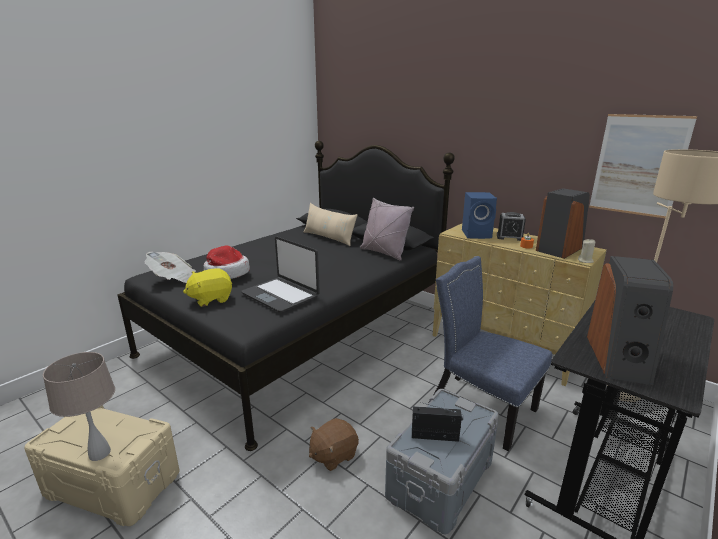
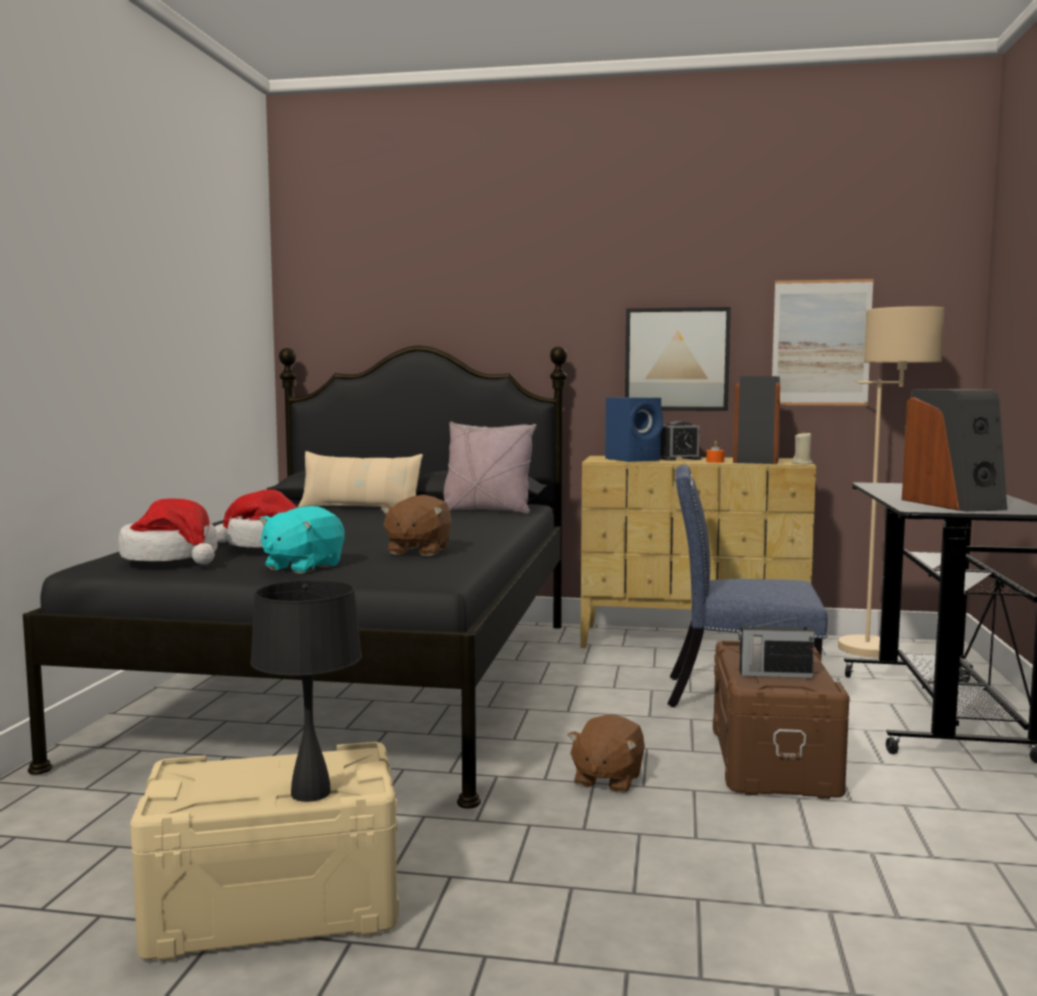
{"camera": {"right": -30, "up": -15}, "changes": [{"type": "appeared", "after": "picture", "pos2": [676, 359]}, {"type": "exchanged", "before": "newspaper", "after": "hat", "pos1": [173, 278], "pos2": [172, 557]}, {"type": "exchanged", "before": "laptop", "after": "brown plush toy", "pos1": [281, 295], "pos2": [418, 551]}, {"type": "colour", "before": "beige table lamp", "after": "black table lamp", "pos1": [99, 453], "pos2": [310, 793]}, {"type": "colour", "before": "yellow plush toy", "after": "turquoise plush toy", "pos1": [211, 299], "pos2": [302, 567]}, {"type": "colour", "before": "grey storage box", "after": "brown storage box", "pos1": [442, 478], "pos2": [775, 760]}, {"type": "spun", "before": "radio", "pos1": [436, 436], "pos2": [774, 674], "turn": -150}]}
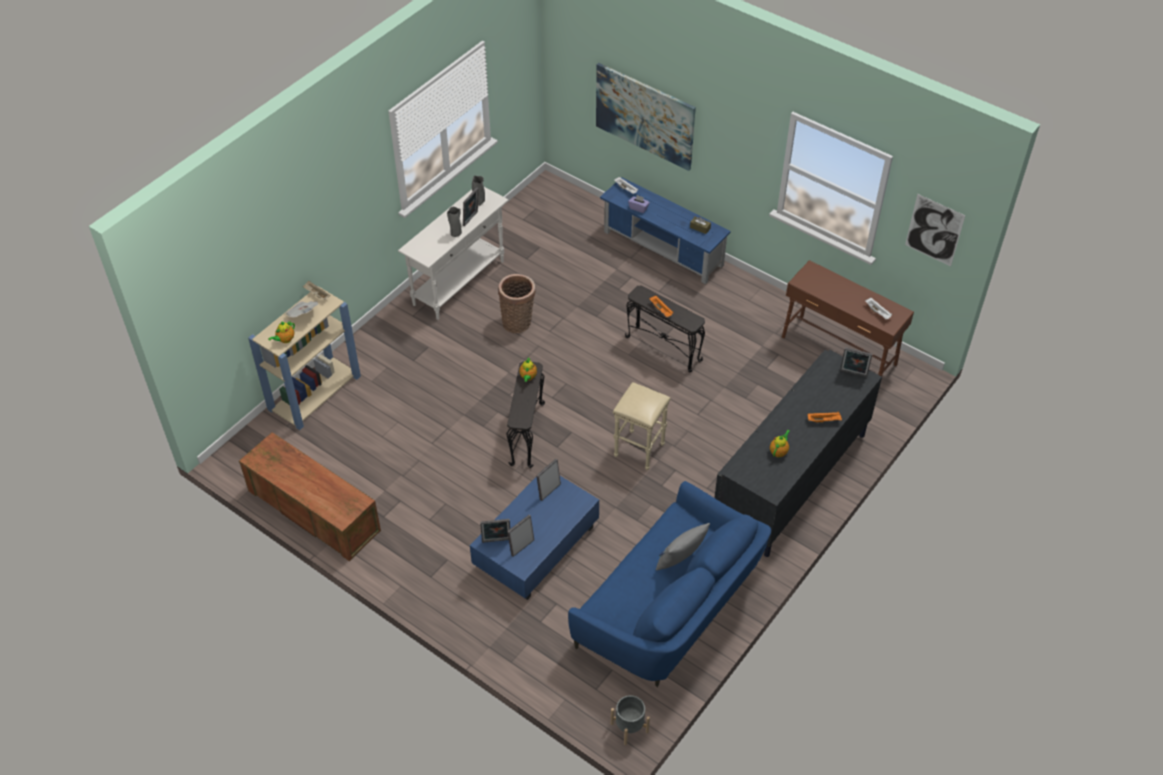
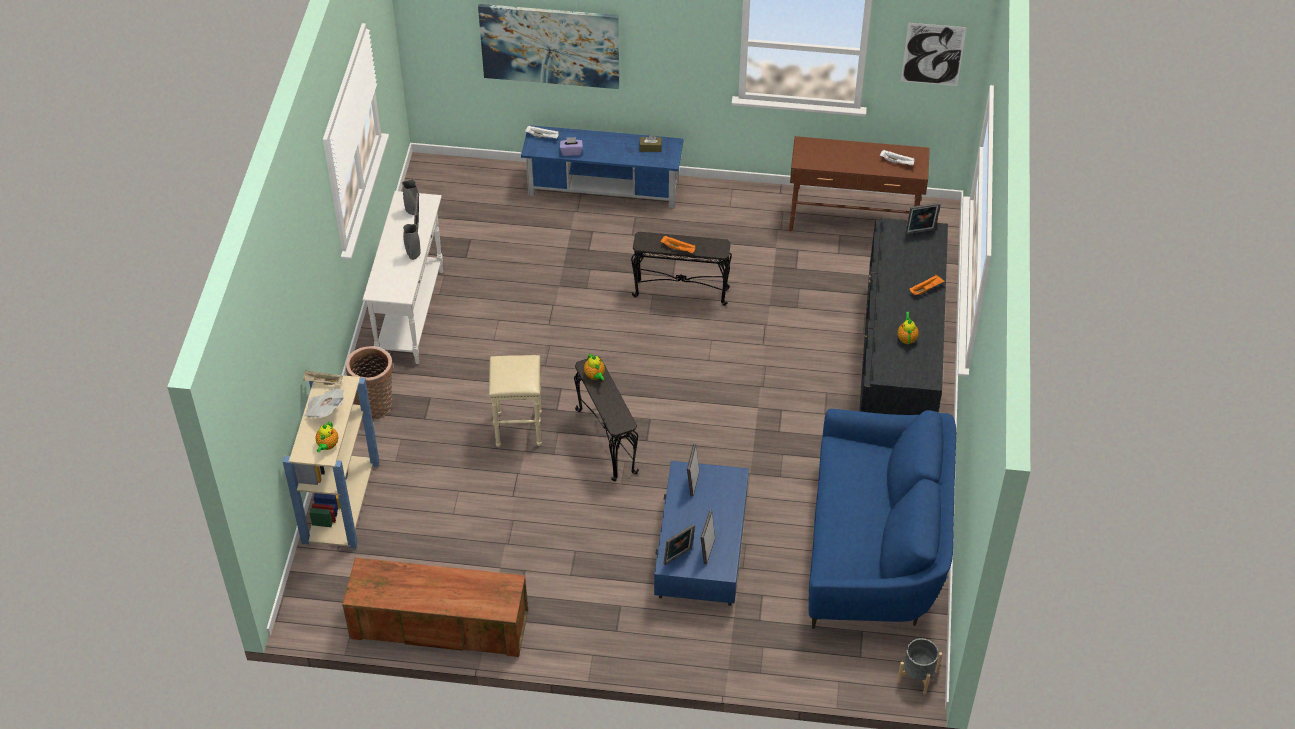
{"camera": {"right": -30, "up": 0}, "changes": [{"type": "missing", "before": "grey pillow", "pos1": [681, 561]}, {"type": "relocated", "before": "basket", "pos1": [518, 322], "pos2": [375, 403]}, {"type": "relocated", "before": "beige stool", "pos1": [639, 449], "pos2": [517, 428]}]}
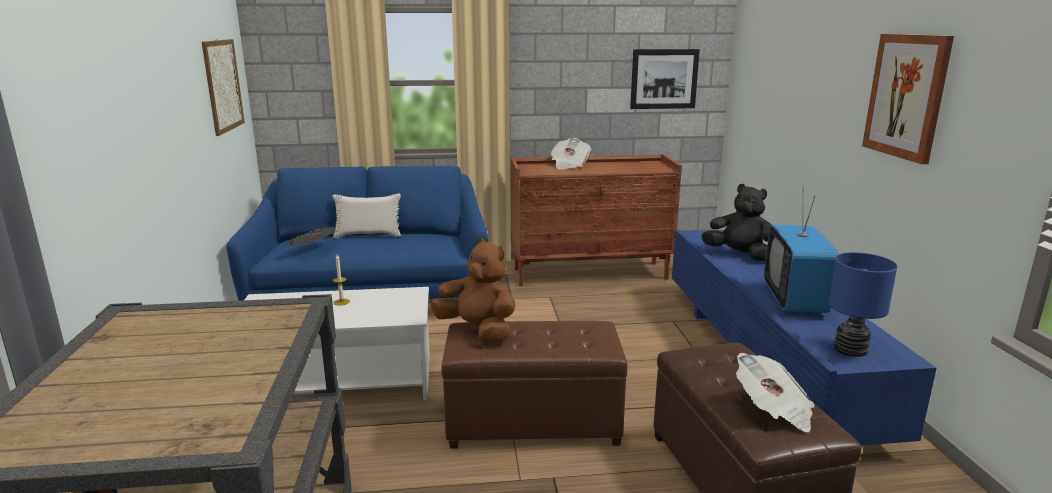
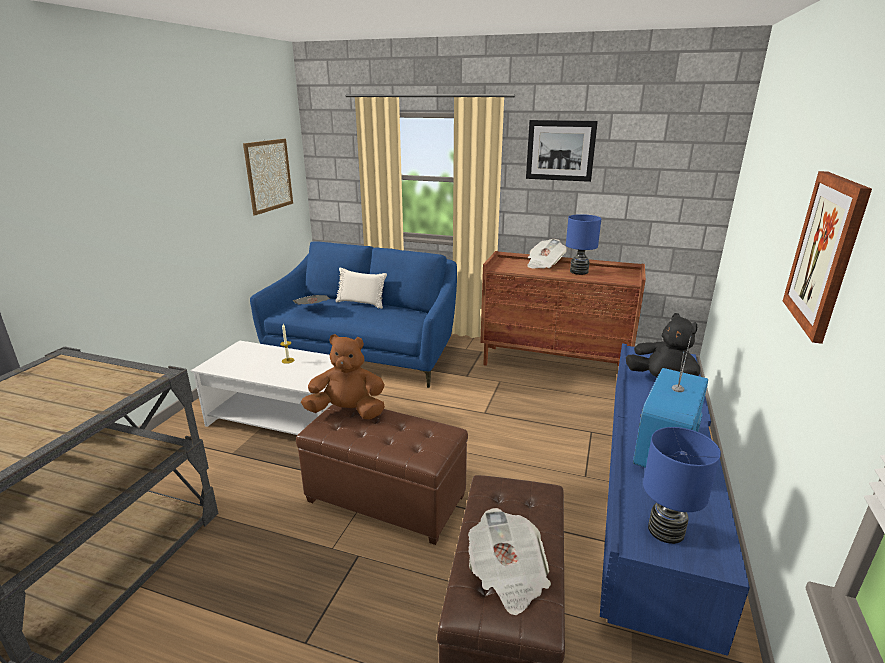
{"camera": {"right": 25, "up": 5}, "changes": [{"type": "appeared", "after": "blue table lamp", "pos2": [579, 272]}, {"type": "relocated", "before": "picture", "pos1": [664, 79], "pos2": [560, 150]}, {"type": "spun", "before": "brown plush toy", "pos1": [478, 331], "pos2": [347, 412], "turn": -60}]}
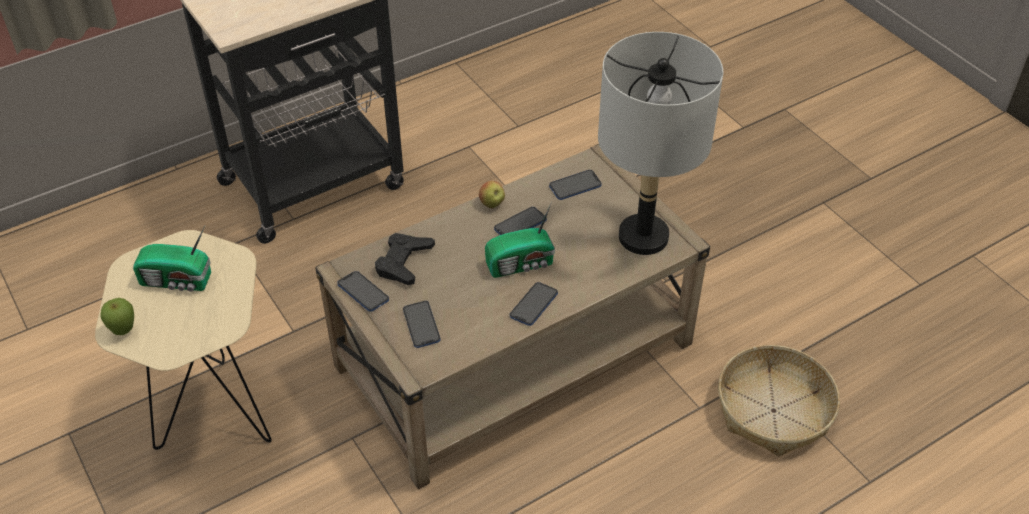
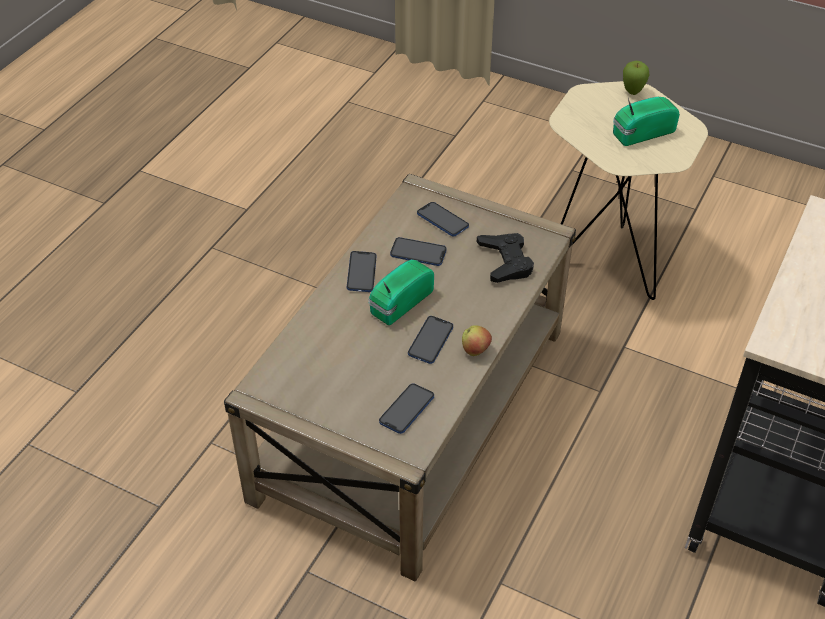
{"camera": {"right": 150, "up": 0}, "changes": [{"type": "missing", "before": "grey table lamp", "pos1": [643, 236]}, {"type": "missing", "before": "basket", "pos1": [774, 410]}, {"type": "relocated", "before": "phone", "pos1": [363, 292], "pos2": [418, 253]}]}
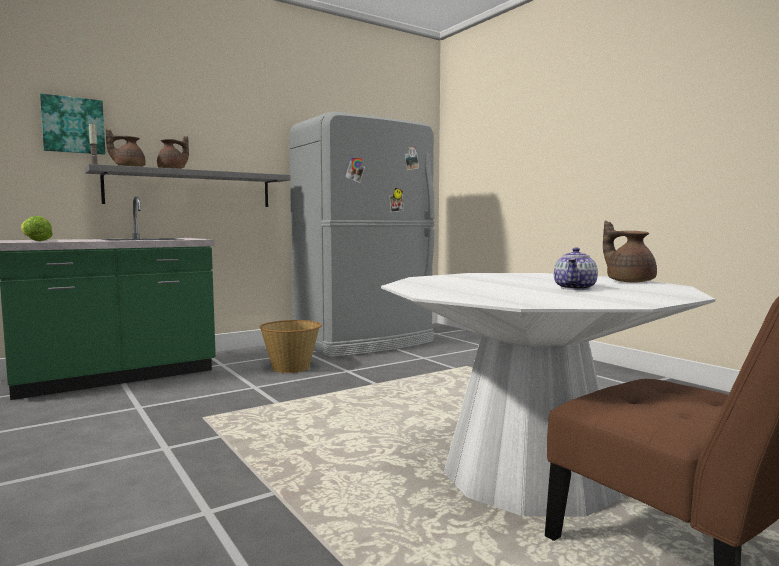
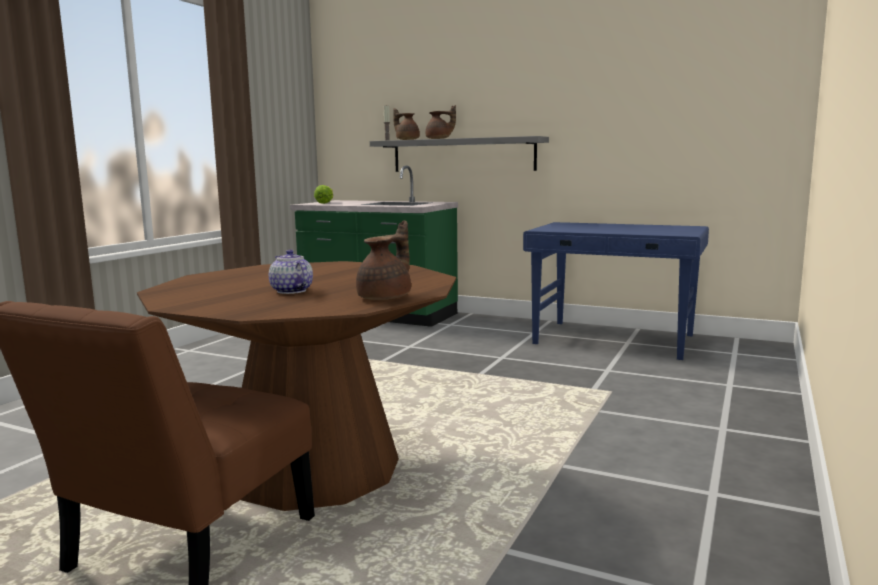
{"camera": {"right": 60, "up": 5}, "changes": [{"type": "missing", "before": "picture", "pos1": [73, 125]}, {"type": "missing", "before": "basket", "pos1": [291, 368]}, {"type": "exchanged", "before": "grey fridge", "after": "blue desk", "pos1": [365, 343], "pos2": [614, 340]}, {"type": "colour", "before": "white dining table", "after": "brown dining table", "pos1": [530, 474], "pos2": [313, 468]}, {"type": "spun", "before": "teapot", "pos1": [575, 288], "pos2": [291, 291], "turn": 60}]}
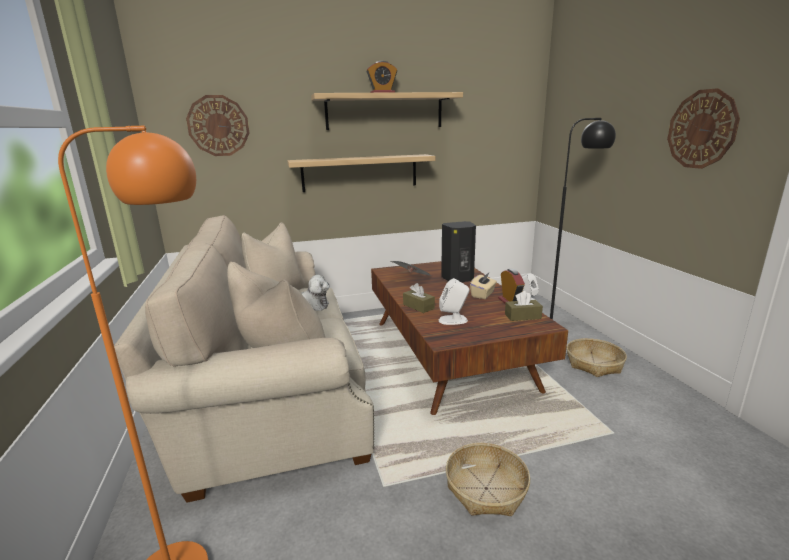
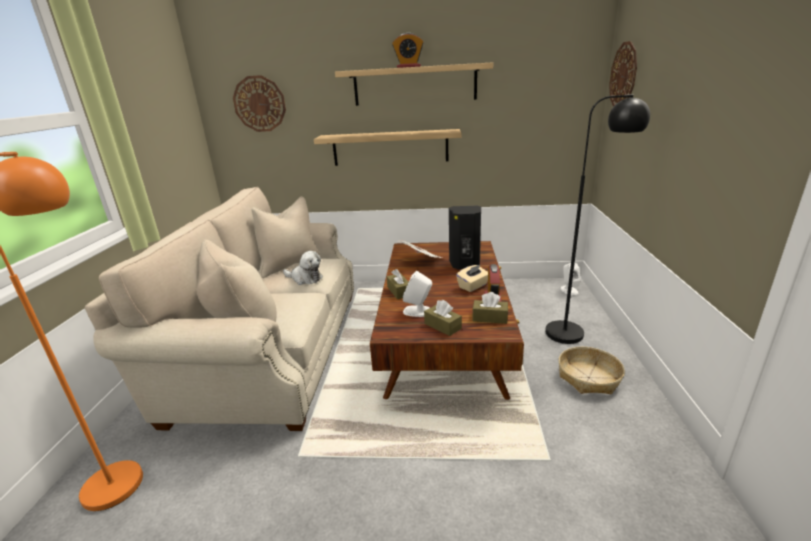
{"camera": {"right": 20, "up": 5}, "changes": [{"type": "missing", "before": "basket", "pos1": [485, 488]}, {"type": "appeared", "after": "brown tissue box", "pos2": [442, 326]}, {"type": "relocated", "before": "wall clock", "pos1": [702, 129], "pos2": [623, 76]}]}
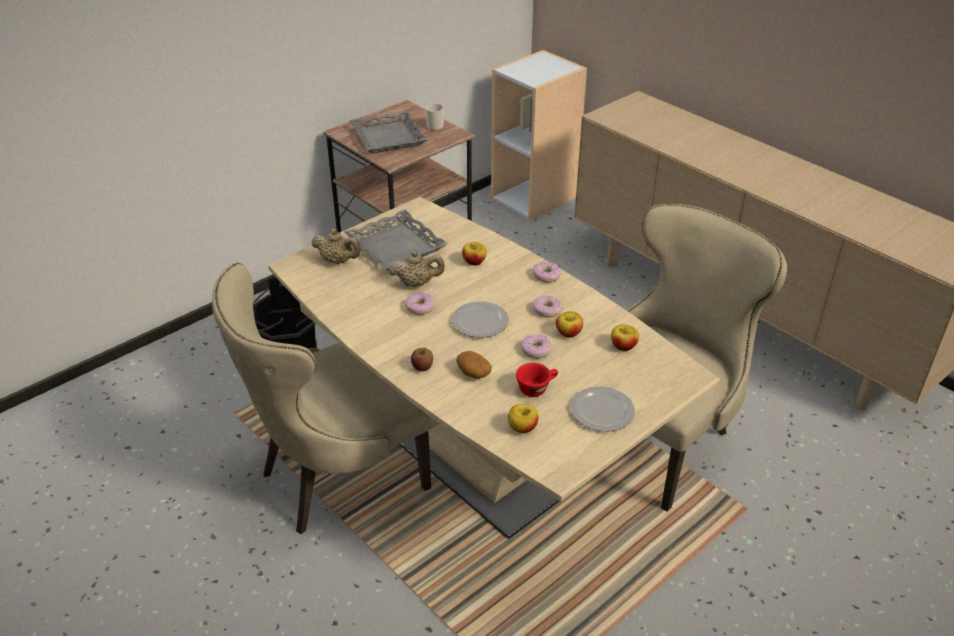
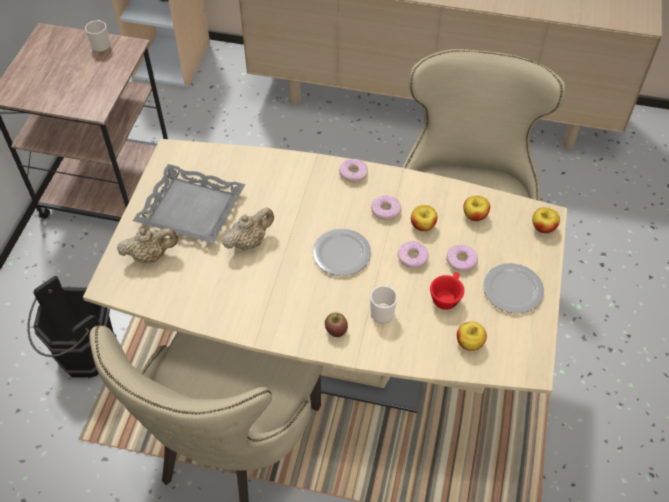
{"camera": {"right": -35, "up": 15}, "changes": [{"type": "missing", "before": "grey tray", "pos1": [387, 138]}, {"type": "relocated", "before": "donut", "pos1": [419, 307], "pos2": [461, 261]}, {"type": "relocated", "before": "apple", "pos1": [474, 262], "pos2": [543, 227]}, {"type": "exchanged", "before": "potato", "after": "mug", "pos1": [473, 372], "pos2": [383, 311]}]}
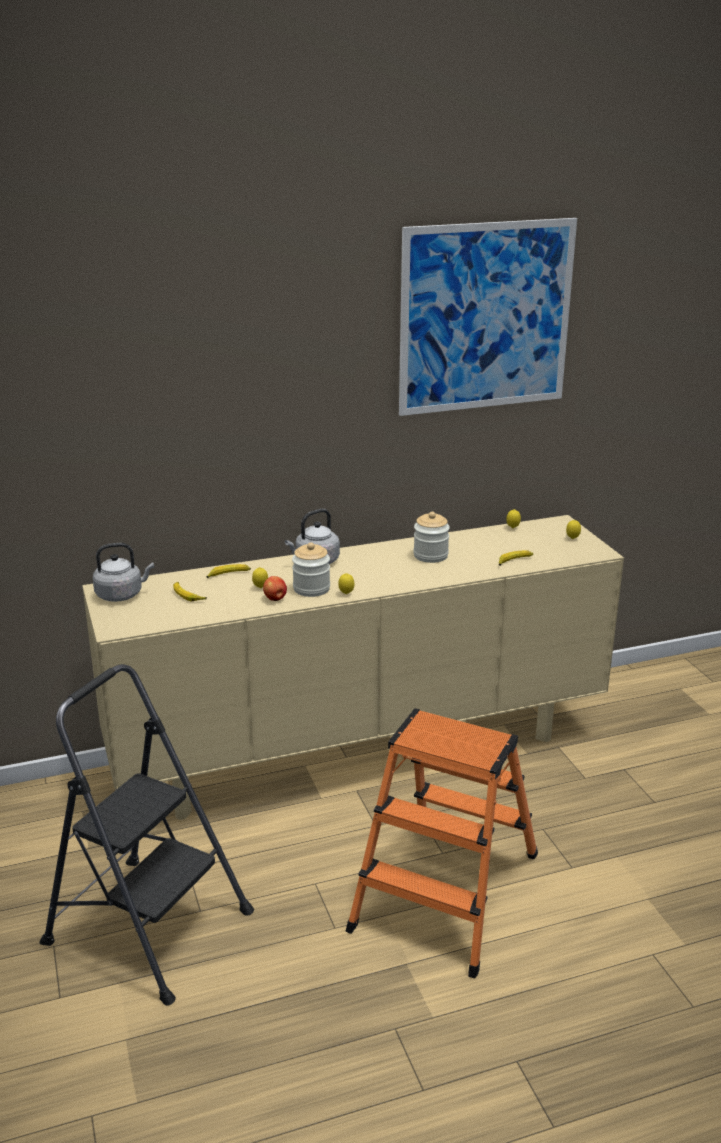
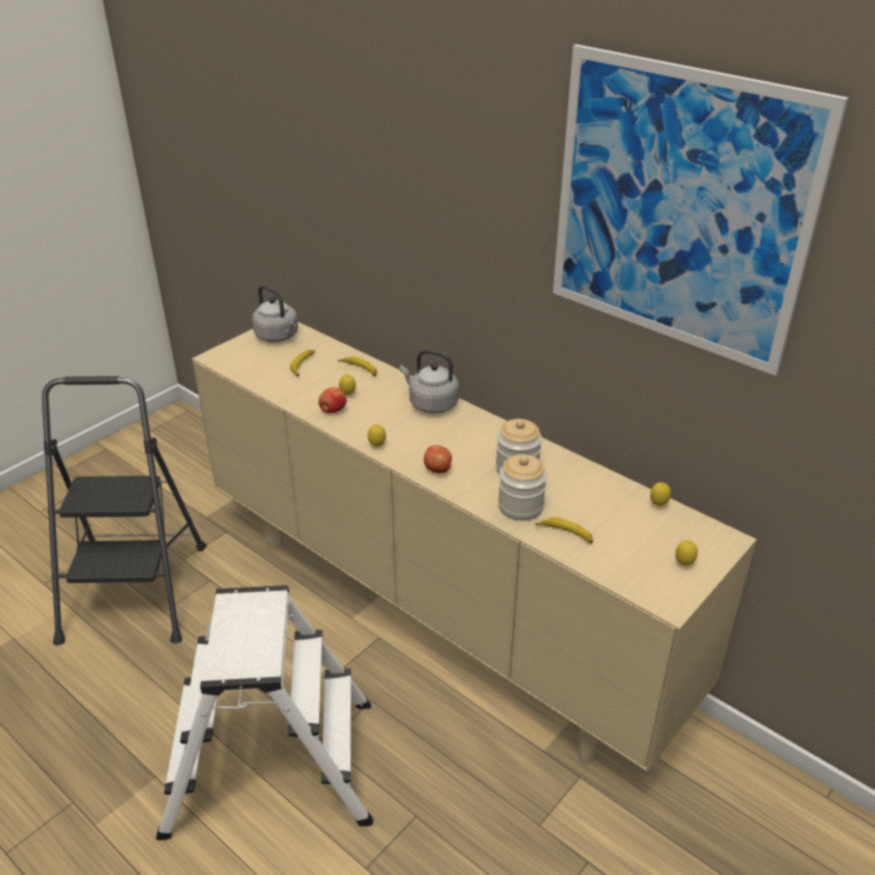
{"camera": {"right": 60, "up": 10}, "changes": [{"type": "appeared", "after": "apple", "pos2": [438, 470]}, {"type": "relocated", "before": "jar", "pos1": [311, 589], "pos2": [520, 506]}, {"type": "colour", "before": "orange step ladder", "after": "white step ladder", "pos1": [446, 890], "pos2": [270, 767]}]}
